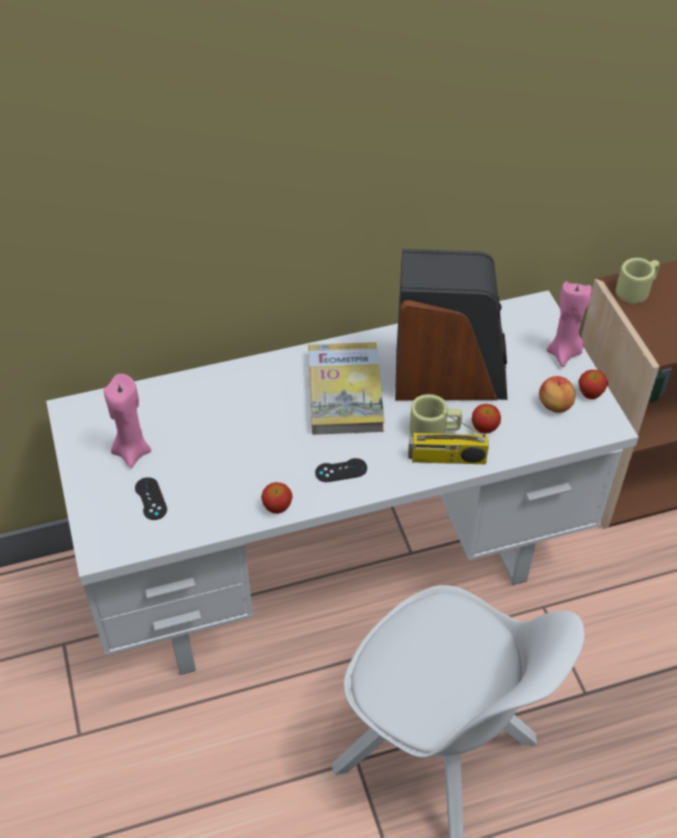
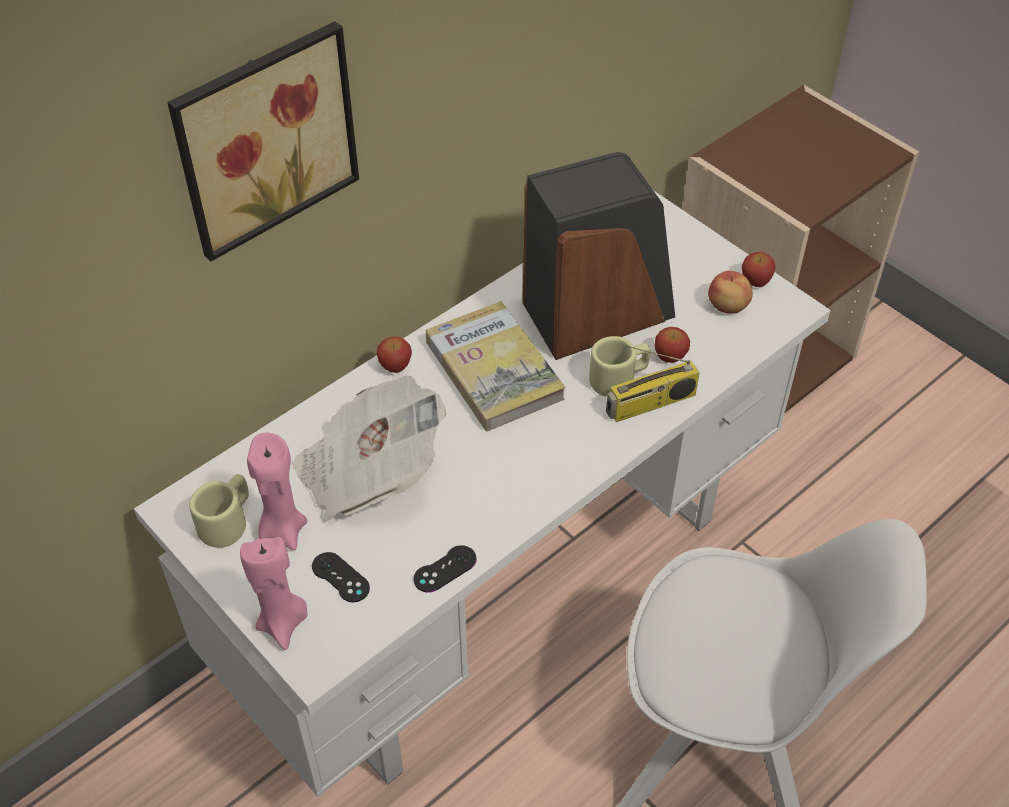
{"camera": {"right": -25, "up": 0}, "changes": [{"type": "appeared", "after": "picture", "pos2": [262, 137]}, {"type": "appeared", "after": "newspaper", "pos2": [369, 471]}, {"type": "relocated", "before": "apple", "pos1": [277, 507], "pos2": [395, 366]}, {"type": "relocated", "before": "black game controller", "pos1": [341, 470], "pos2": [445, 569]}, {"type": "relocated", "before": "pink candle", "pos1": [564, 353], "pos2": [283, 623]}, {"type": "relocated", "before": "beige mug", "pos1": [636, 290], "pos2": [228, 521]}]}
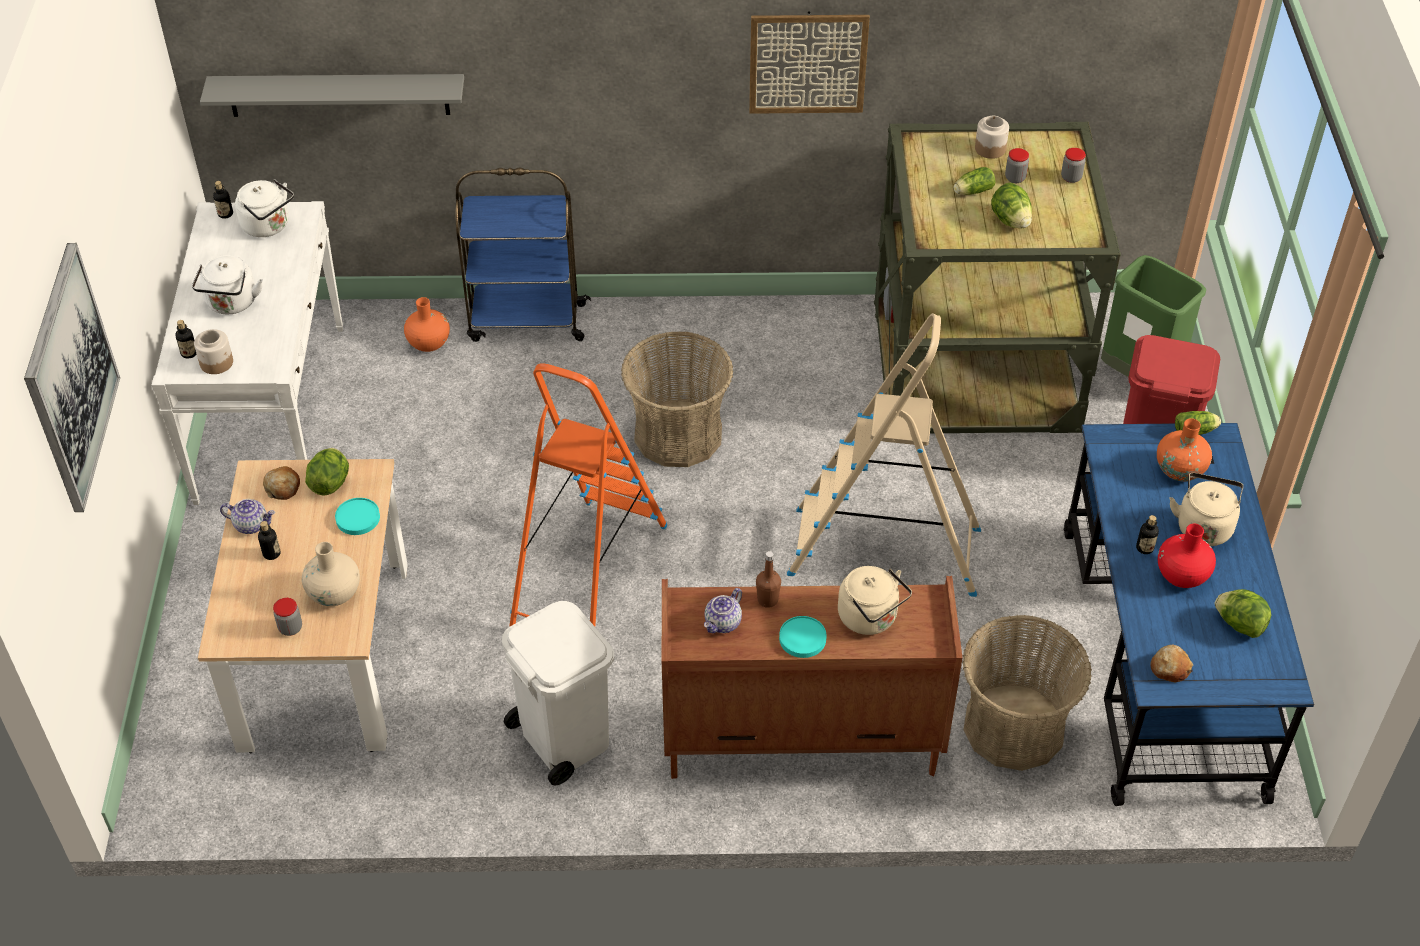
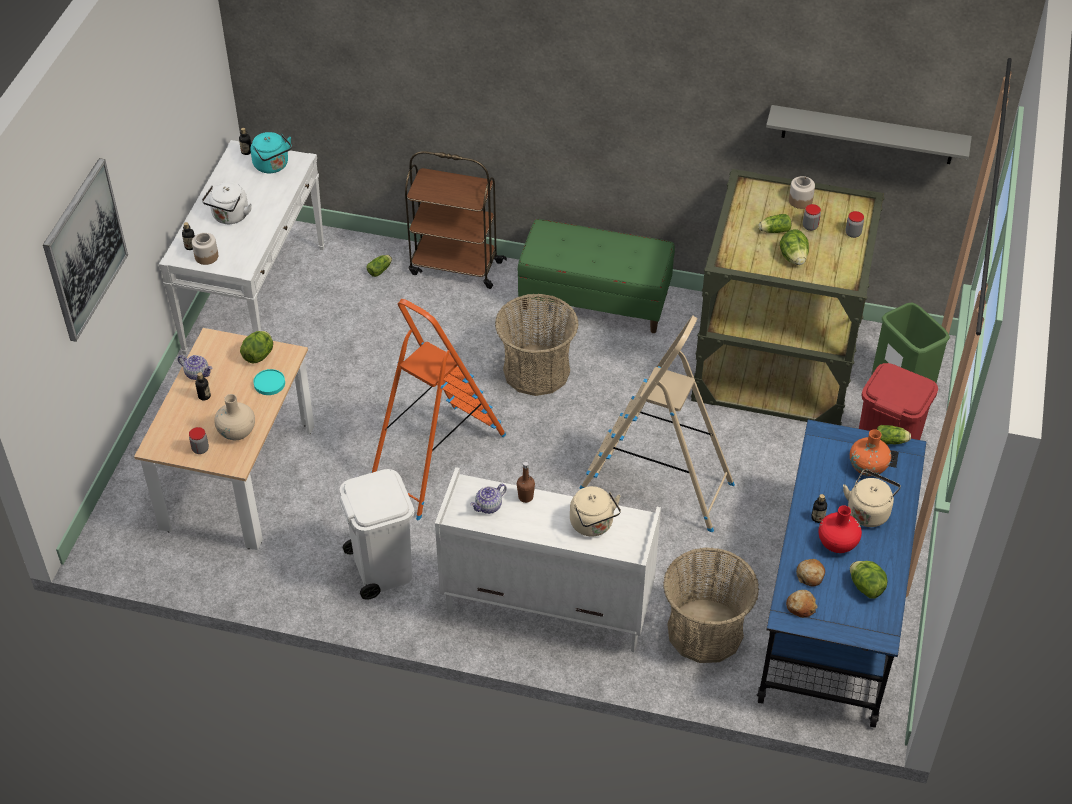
{"camera": {"right": 15, "up": 0}, "changes": [{"type": "missing", "before": "picture", "pos1": [808, 61]}, {"type": "missing", "before": "turquoise plate", "pos1": [802, 638]}, {"type": "appeared", "after": "green bench", "pos2": [595, 300]}, {"type": "relocated", "before": "grey shelf", "pos1": [338, 95], "pos2": [867, 135]}, {"type": "relocated", "before": "bread", "pos1": [283, 487], "pos2": [810, 575]}, {"type": "exchanged", "before": "orange vase", "after": "lettuce", "pos1": [428, 343], "pos2": [380, 270]}, {"type": "colour", "before": "white kettle", "after": "turquoise kettle", "pos1": [268, 226], "pos2": [273, 166]}, {"type": "colour", "before": "blue cart", "after": "brown cart", "pos1": [525, 322], "pos2": [455, 267]}, {"type": "colour", "before": "brown cabinet", "after": "white cabinet", "pos1": [799, 742], "pos2": [546, 607]}]}
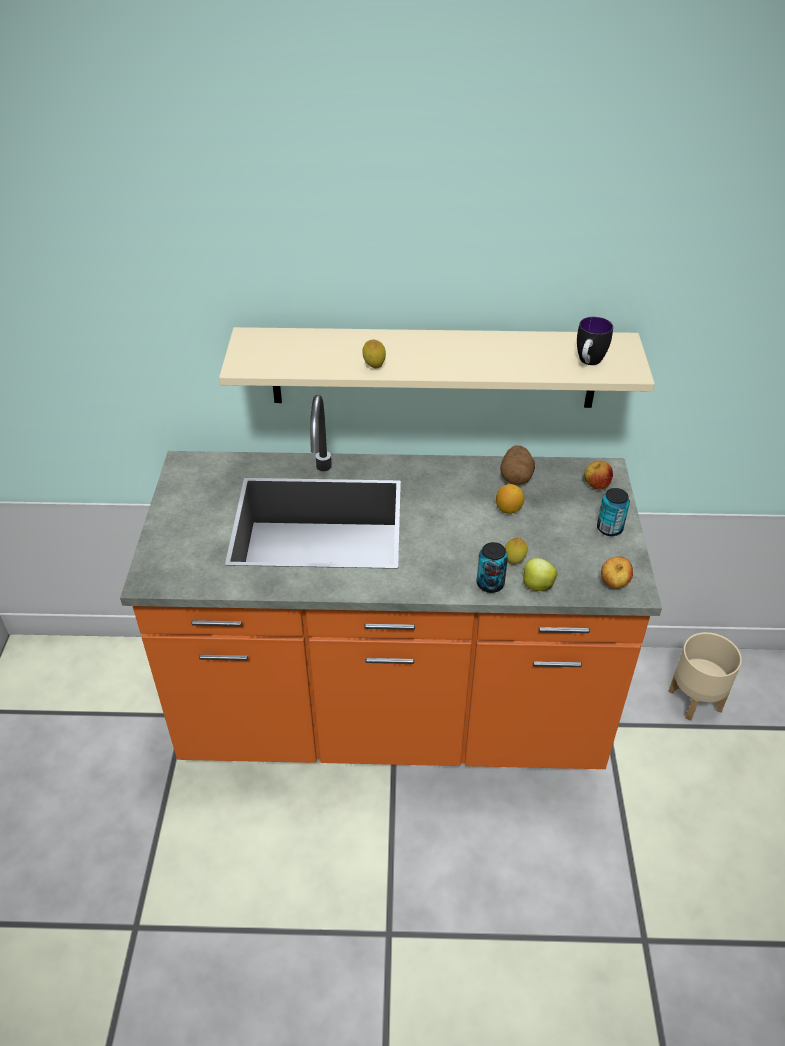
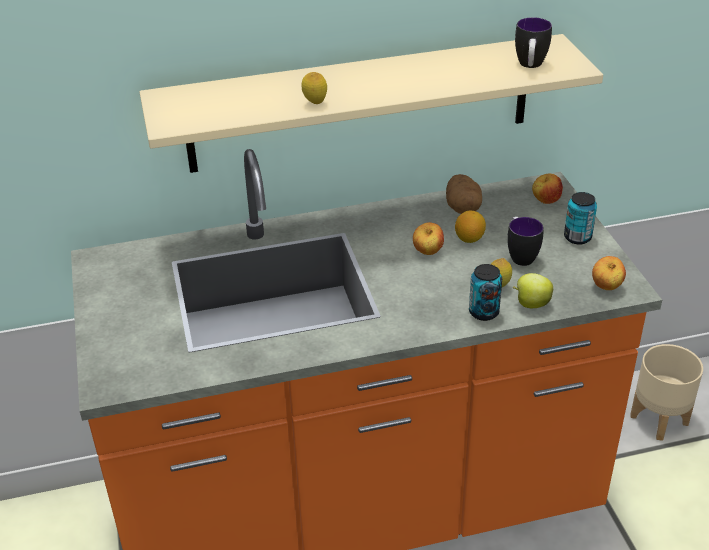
{"camera": {"right": -15, "up": -5}, "changes": [{"type": "appeared", "after": "apple", "pos2": [427, 252]}, {"type": "appeared", "after": "mug", "pos2": [520, 255]}]}
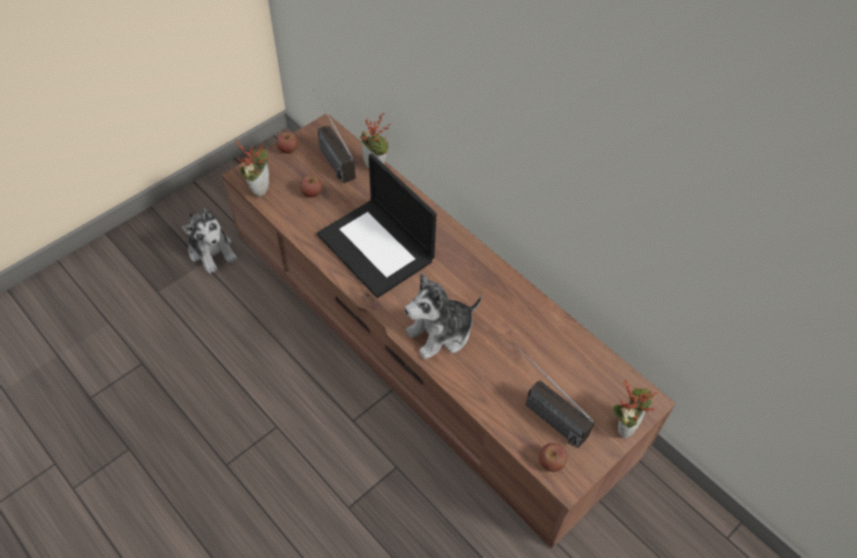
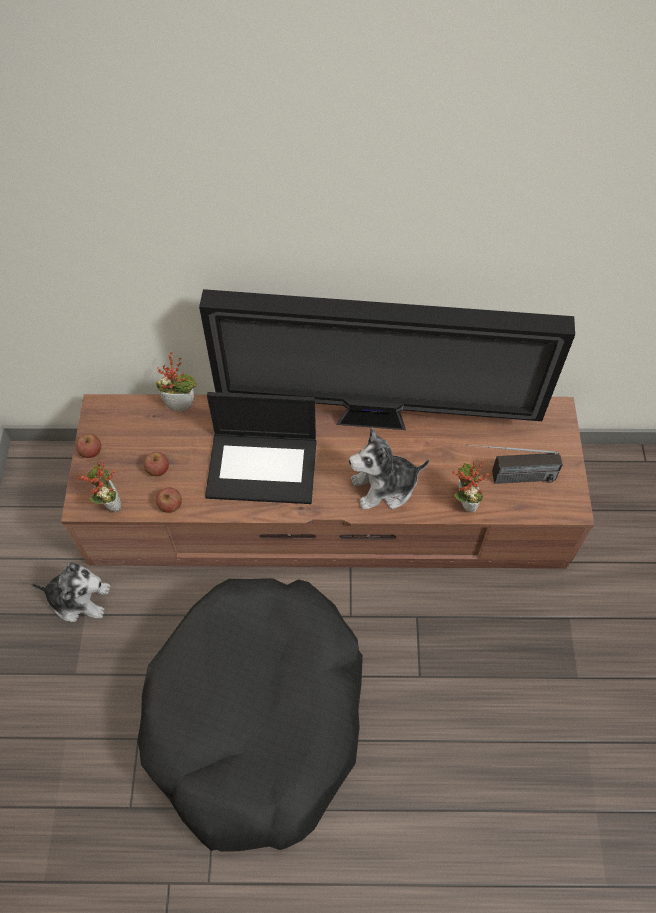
{"camera": {"right": -45, "up": 5}, "changes": [{"type": "missing", "before": "radio", "pos1": [329, 154]}, {"type": "appeared", "after": "black dog bed", "pos2": [257, 717]}, {"type": "appeared", "after": "television", "pos2": [376, 419]}, {"type": "relocated", "before": "apple", "pos1": [551, 462], "pos2": [170, 505]}, {"type": "relocated", "before": "potted plant", "pos1": [624, 425], "pos2": [463, 502]}, {"type": "spun", "before": "plush toy", "pos1": [441, 333], "pos2": [385, 487], "turn": 60}]}
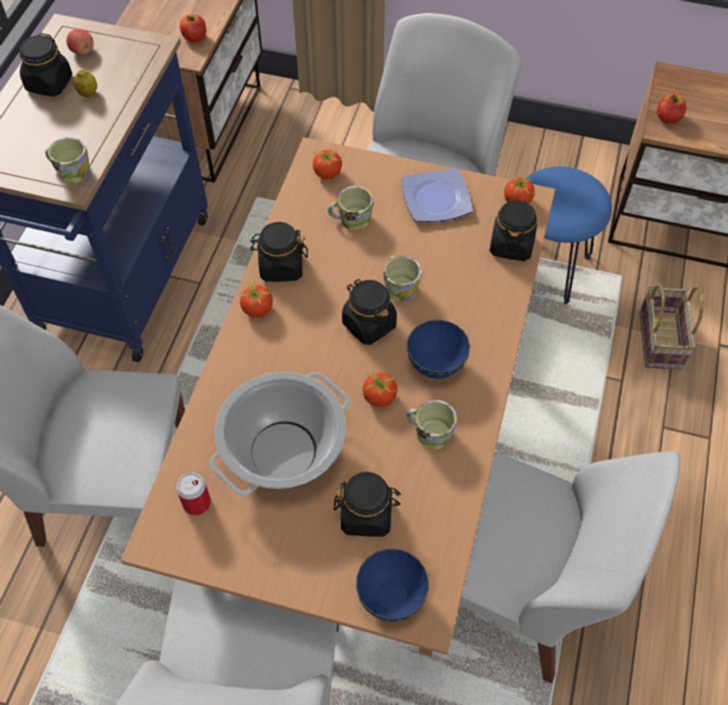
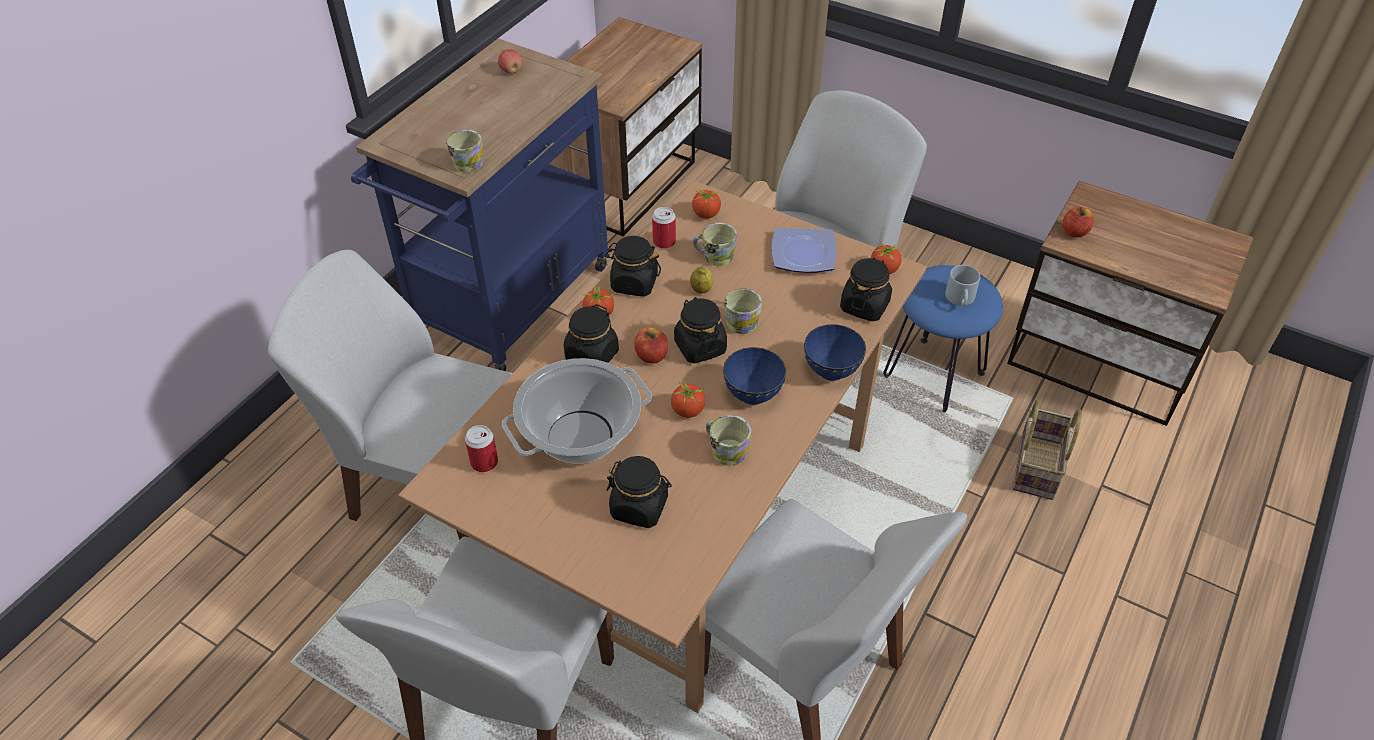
{"camera": {"right": 15, "up": -10}, "changes": [{"type": "appeared", "after": "can", "pos2": [664, 242]}, {"type": "appeared", "after": "grey mug", "pos2": [961, 299]}, {"type": "relocated", "before": "black jar", "pos1": [49, 83], "pos2": [591, 356]}, {"type": "relocated", "before": "lemon", "pos1": [88, 93], "pos2": [701, 290]}, {"type": "relocated", "before": "apple", "pos1": [195, 37], "pos2": [651, 356]}, {"type": "relocated", "before": "blue bowl", "pos1": [392, 597], "pos2": [832, 370]}]}
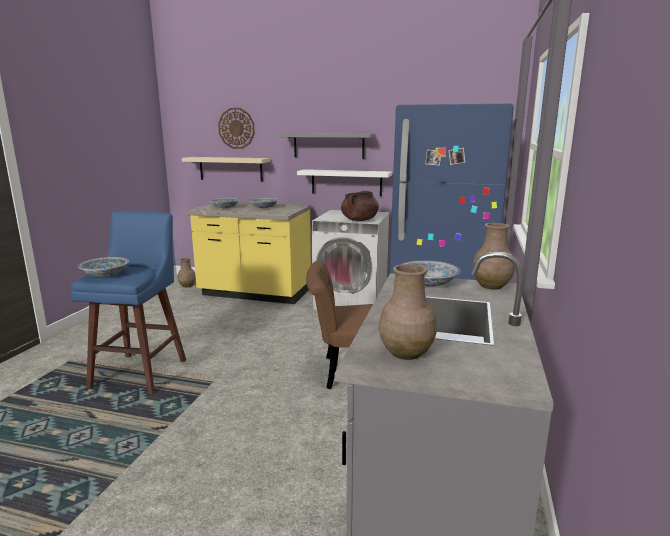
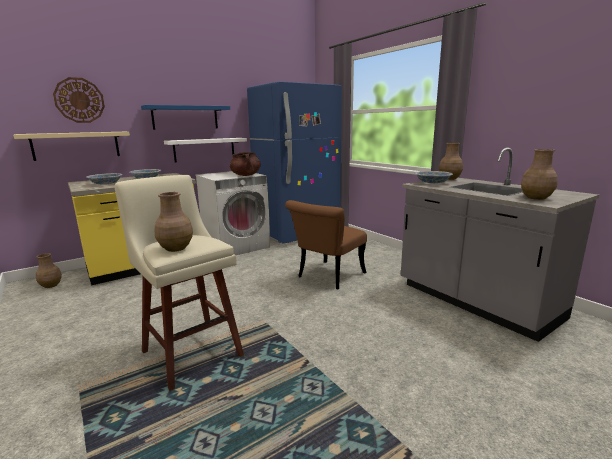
{"camera": {"right": -50, "up": 0}, "changes": [{"type": "exchanged", "before": "bowl", "after": "brown vase", "pos1": [105, 275], "pos2": [176, 248]}, {"type": "colour", "before": "blue stool", "after": "beige stool", "pos1": [141, 372], "pos2": [191, 352]}, {"type": "colour", "before": "grey shelf", "after": "blue shelf", "pos1": [328, 145], "pos2": [185, 117]}]}
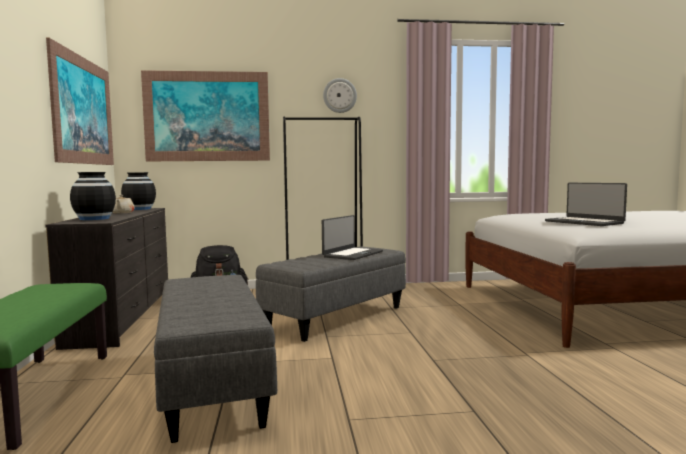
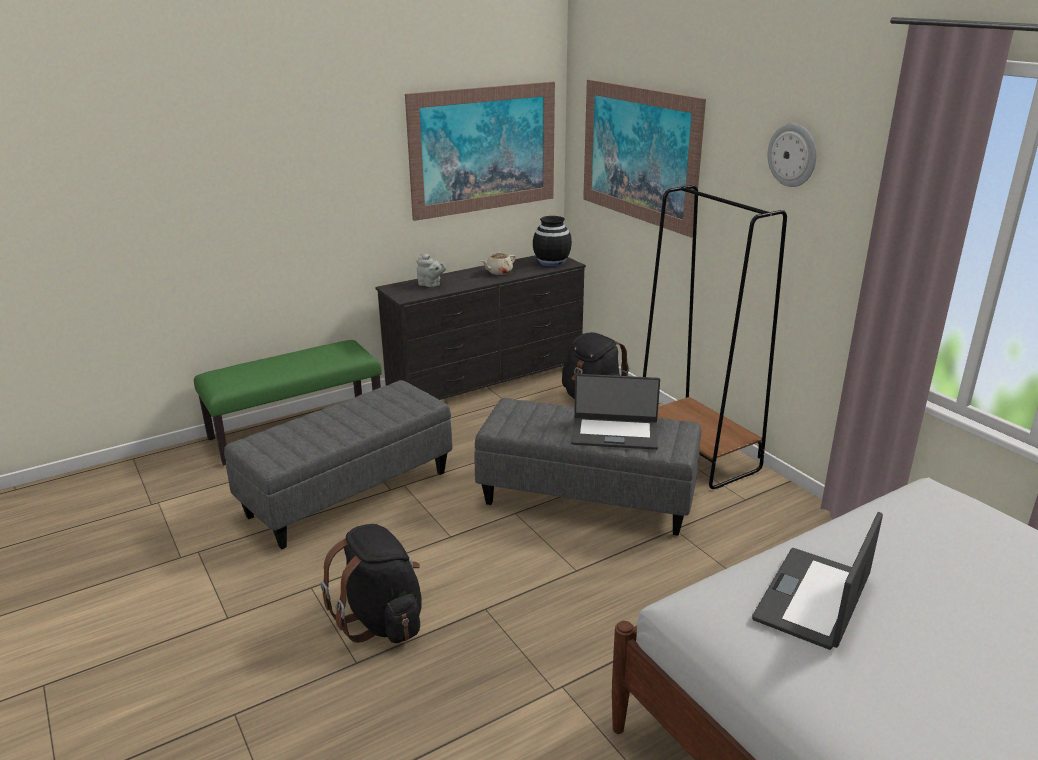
{"camera": {"right": 65, "up": 20}, "changes": [{"type": "appeared", "after": "black backpack", "pos2": [382, 620]}, {"type": "exchanged", "before": "black vase", "after": "grey teapot", "pos1": [94, 219], "pos2": [430, 285]}]}
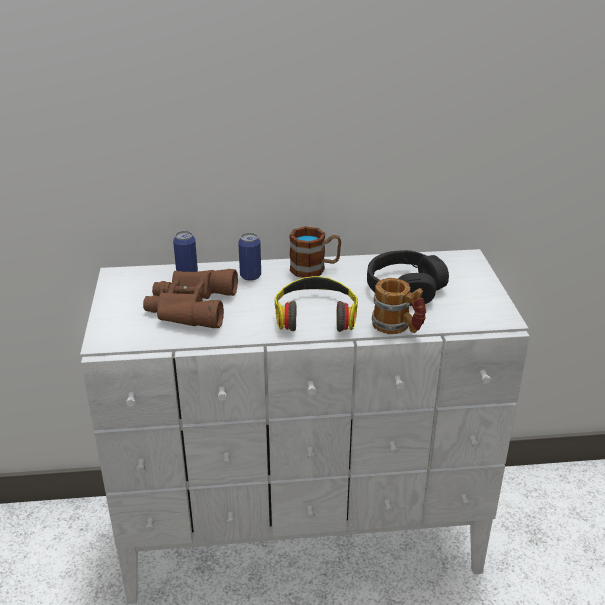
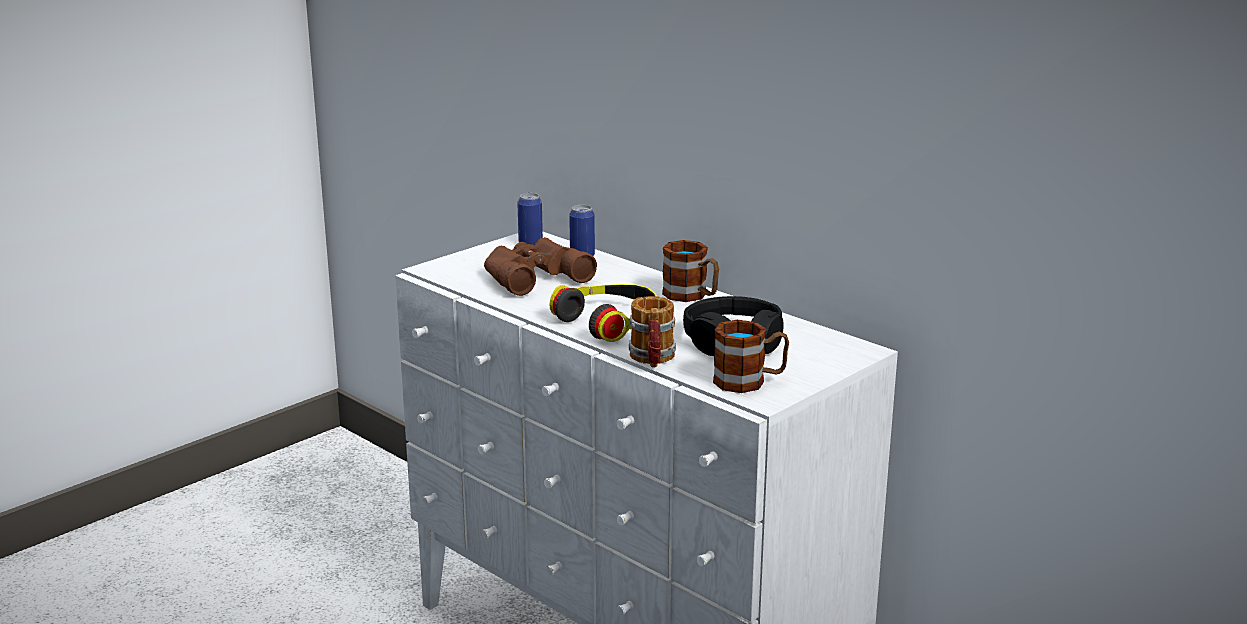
{"camera": {"right": 50, "up": -10}, "changes": [{"type": "appeared", "after": "mug", "pos2": [750, 381]}, {"type": "relocated", "before": "can", "pos1": [250, 276], "pos2": [530, 243]}]}
